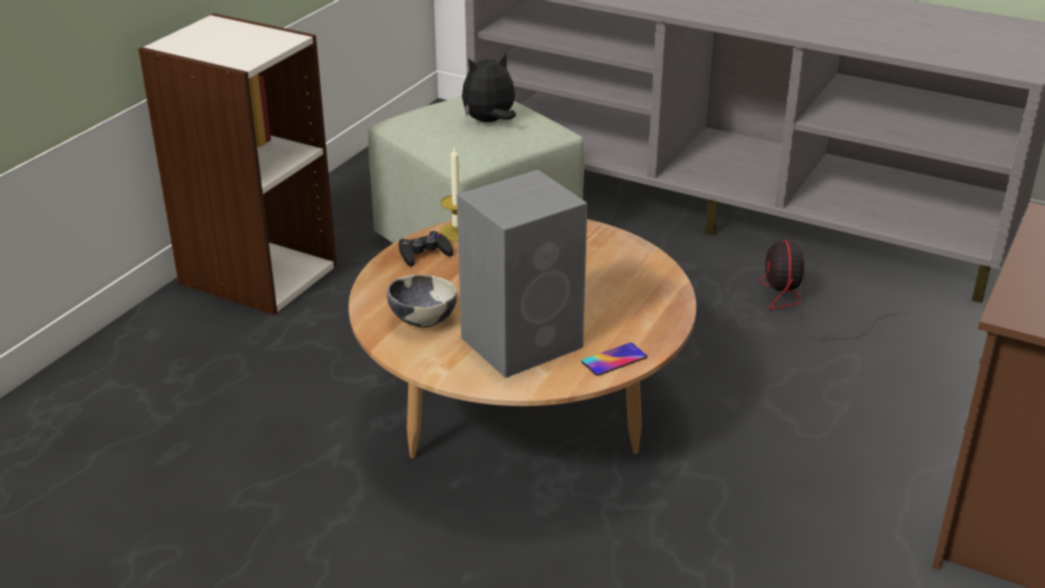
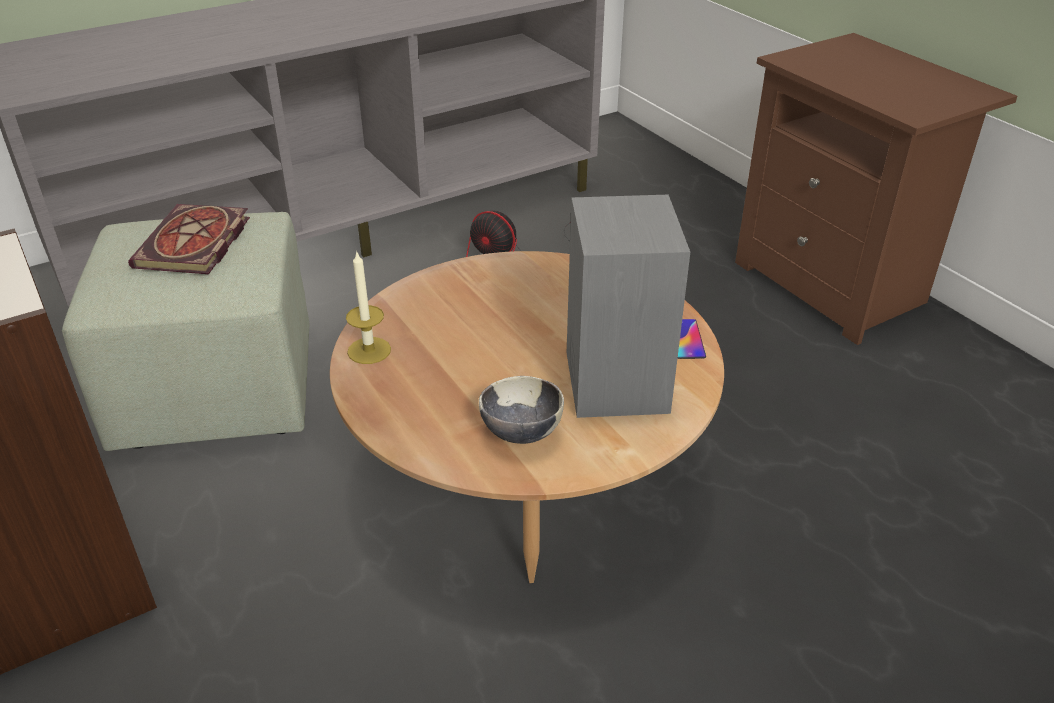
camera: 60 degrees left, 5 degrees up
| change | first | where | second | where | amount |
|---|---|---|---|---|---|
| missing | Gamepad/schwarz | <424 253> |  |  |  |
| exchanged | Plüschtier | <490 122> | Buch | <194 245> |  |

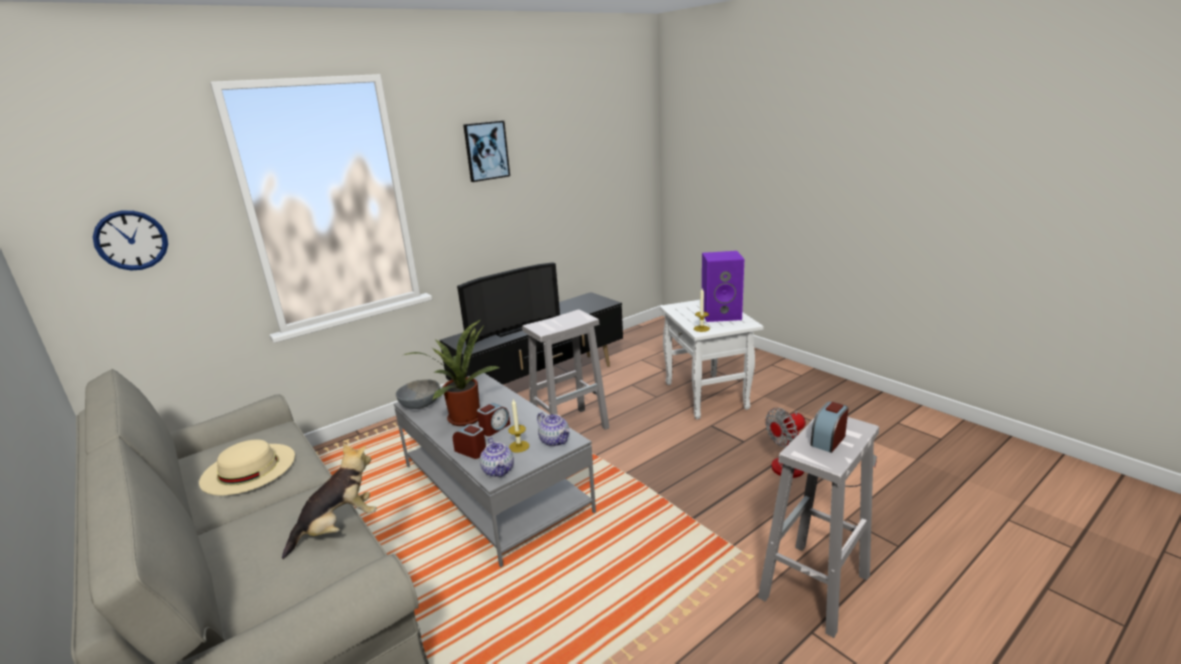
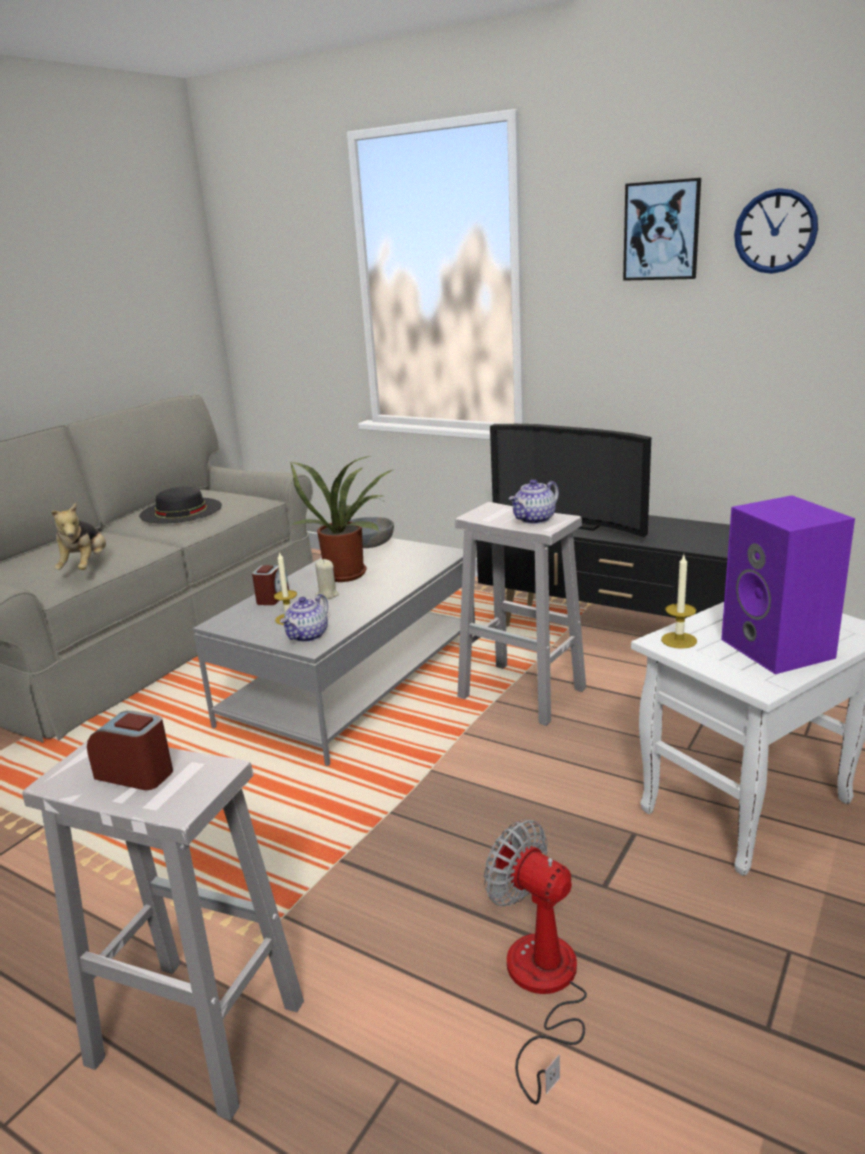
camera: 70 degrees right, 0 degrees up
| change | first | where | second | where | amount |
|---|---|---|---|---|---|
| relocated | Wanduhr | <131 240> |  | <775 231> |  |
| relocated | Teekanne | <499 470> |  | <534 519> |  |
| exchanged | Wecker | <494 428> | Kerze/beige | <327 595> |  |
| colour | Hut/beige | <248 468> | Hut/schwarz | <181 510> |  |
| spun | Plüschtier | <339 528> |  | <86 567> | 60 degrees clockwise |

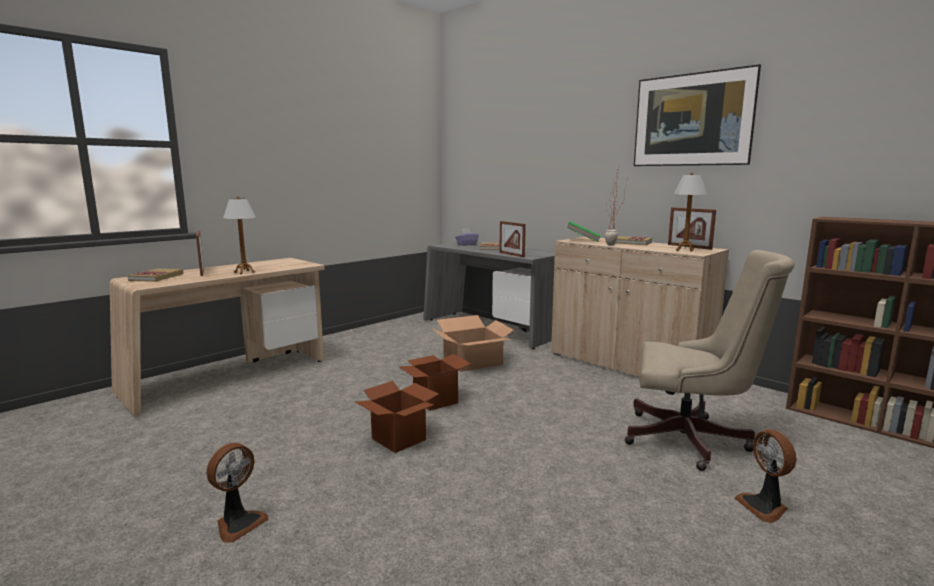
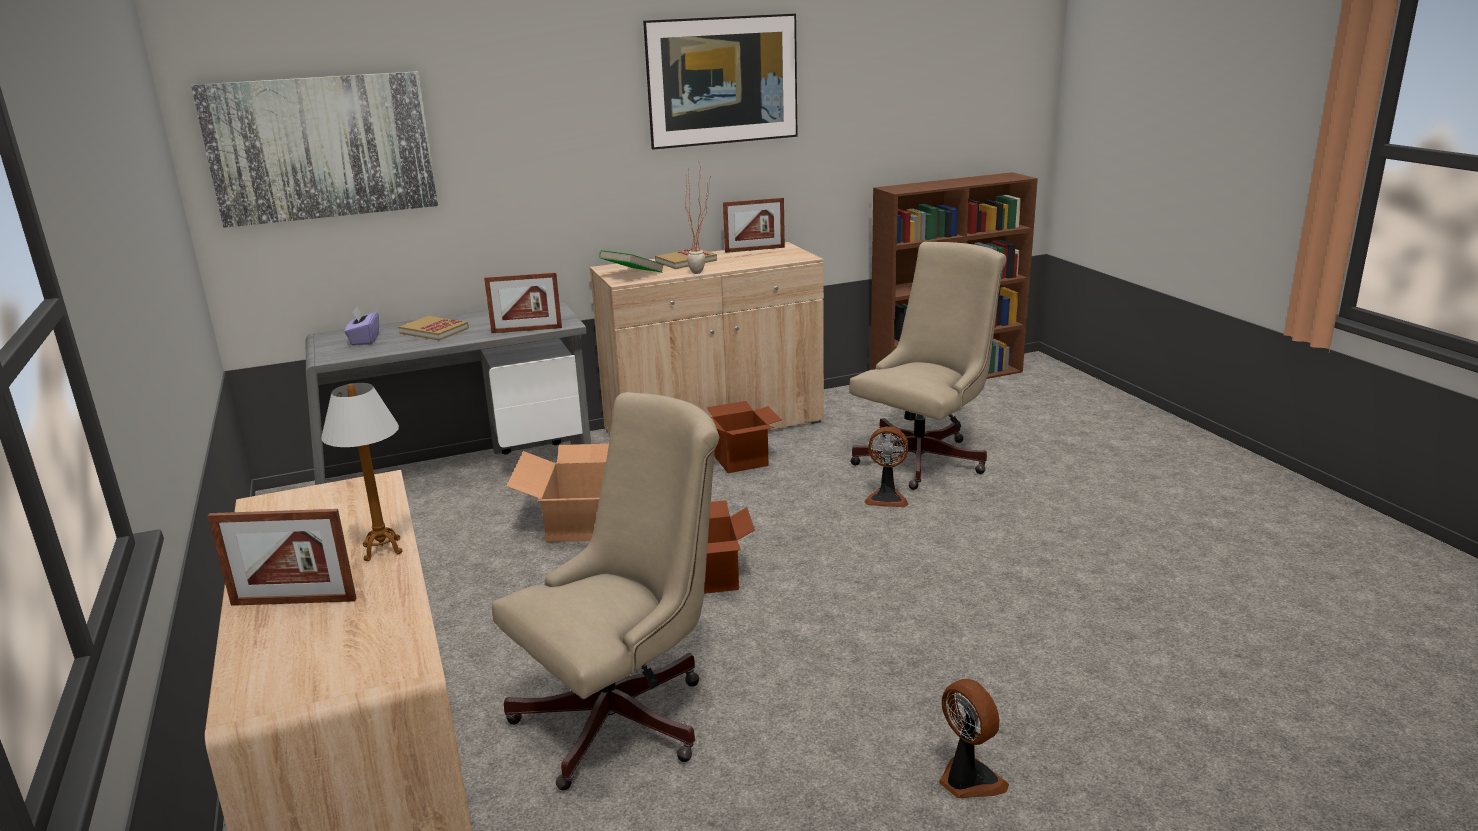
camera: 65 degrees left, 10 degrees up
| change | first | where | second | where | amount |
|---|---|---|---|---|---|
| missing | Buch | <156 277> |  |  |  |
| missing | Tischlampe | <685 250> |  |  |  |
| appeared |  |  | Bild | <321 148> |  |
| appeared |  |  | Bürostuhl/beige | <625 716> |  |
| relocated | Karton | <398 439> |  | <741 461> |  |
| relocated | Ventilator | <764 507> |  | <887 498> |  |

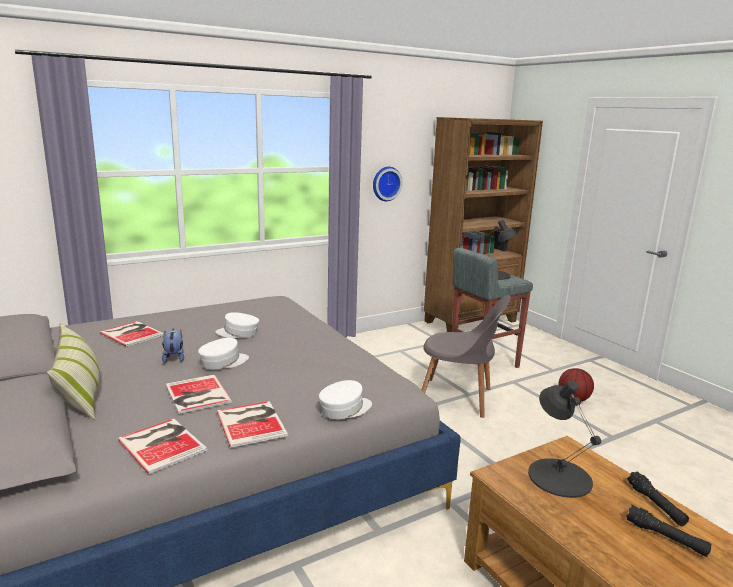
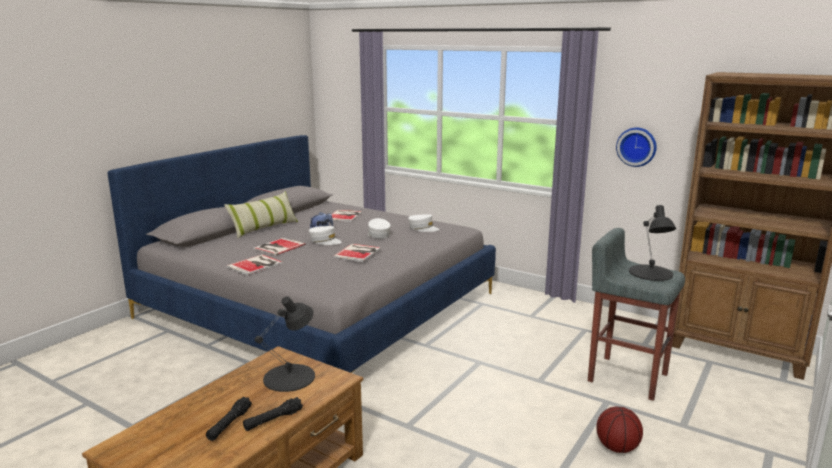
camera: 65 degrees right, 0 degrees up
| change | first | where | second | where | amount |
|---|---|---|---|---|---|
| missing | Stuhl/grau | <458 398> |  |  |  |
| relocated | Buch | <163 443> |  | <358 253> |  |
| relocated | Kappe/weiß | <345 409> |  | <423 228> |  |

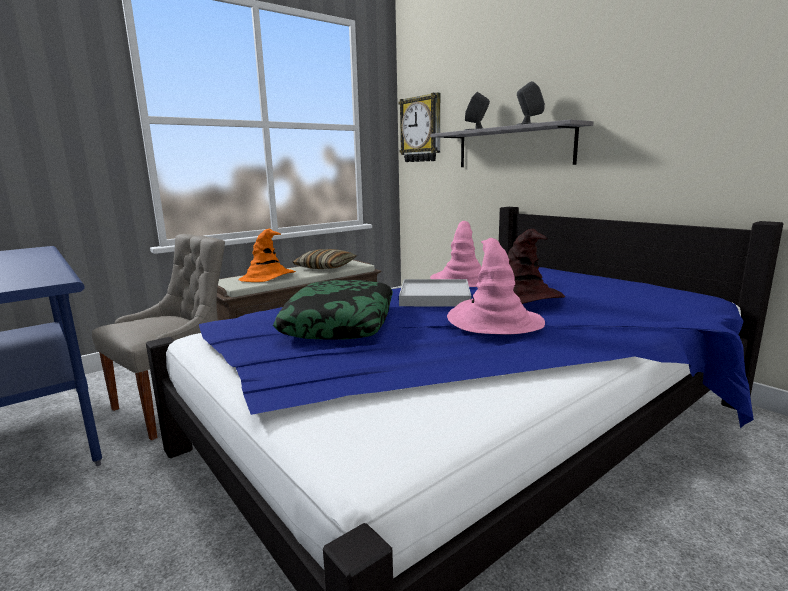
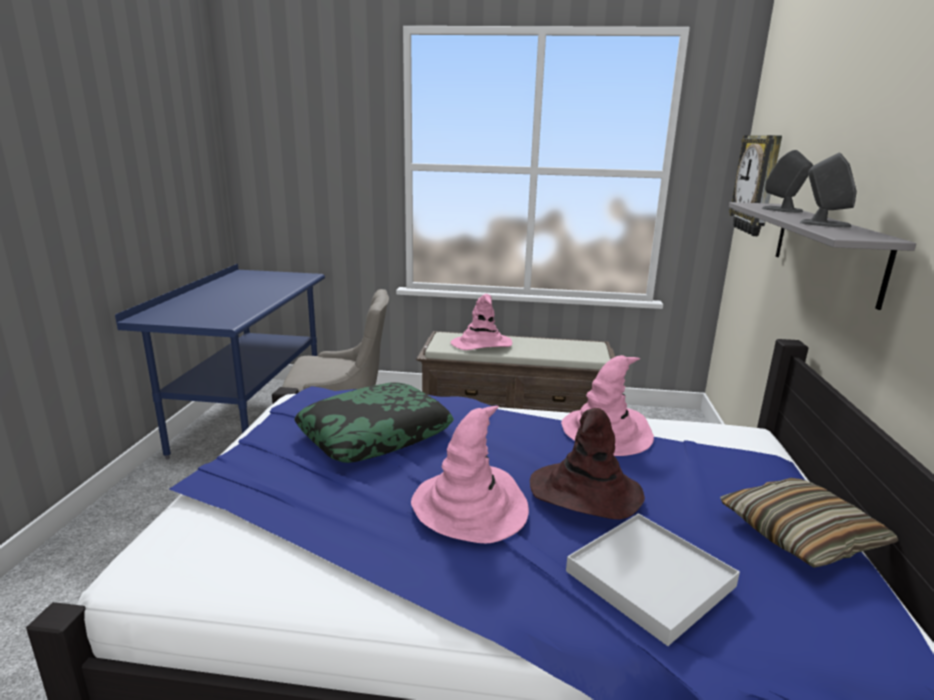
camera: 45 degrees right, 5 degrees up
| change | first | where | second | where | amount |
|---|---|---|---|---|---|
| relocated | Kissen | <325 267> |  | <800 535> |  |
| relocated | Tablett/weiß | <435 297> |  | <650 579> |  |
| colour | Hut/orange | <267 277> | Hut/rosa | <481 344> |  |

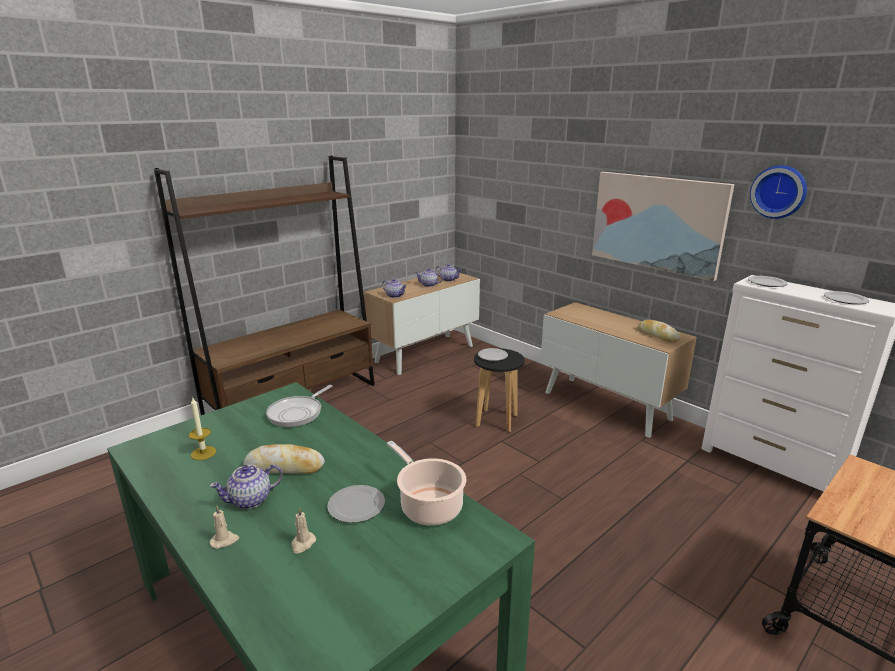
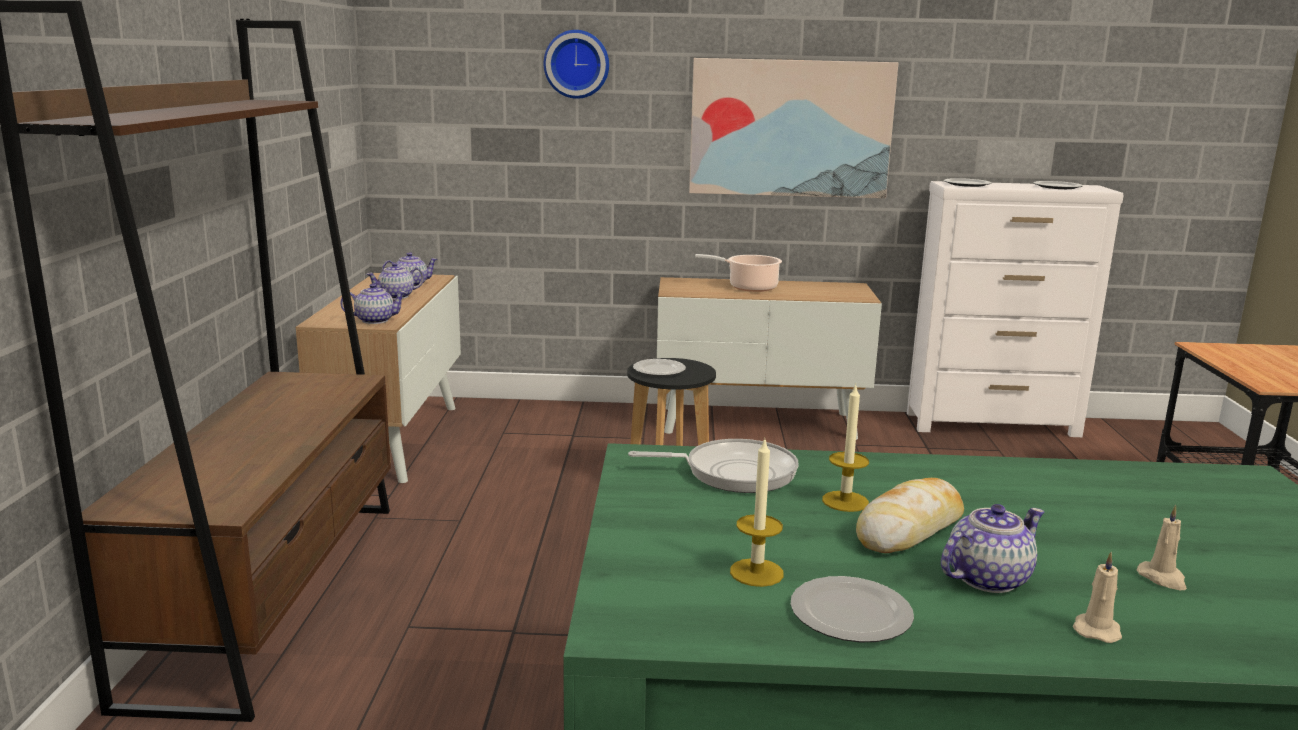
camera: 45 degrees left, 5 degrees down
| change | first | where | second | where | amount |
|---|---|---|---|---|---|
| missing | Brot | <657 335> |  |  |  |
| appeared |  |  | Kerze | <845 501> |  |
| relocated | Teller | <357 506> |  | <853 614> |  |
| relocated | Kochtopf | <429 505> |  | <749 287> |  |
| relocated | Wanduhr | <779 191> |  | <577 64> |  |
| spun | Teekanne | <251 500> |  | <986 578> | 135 degrees counterclockwise |
| spun | Pfanne | <298 413> |  | <733 472> | 75 degrees counterclockwise |

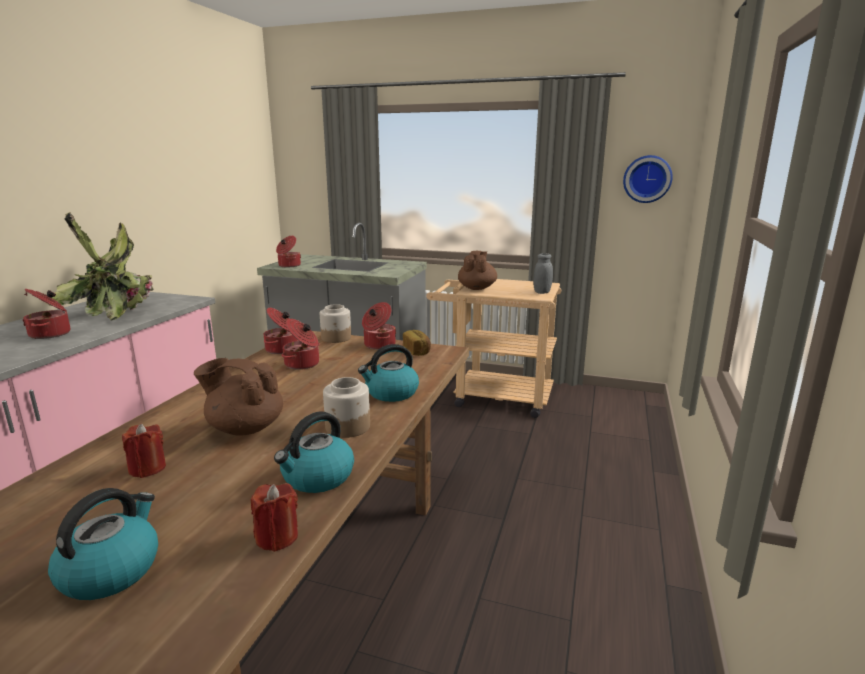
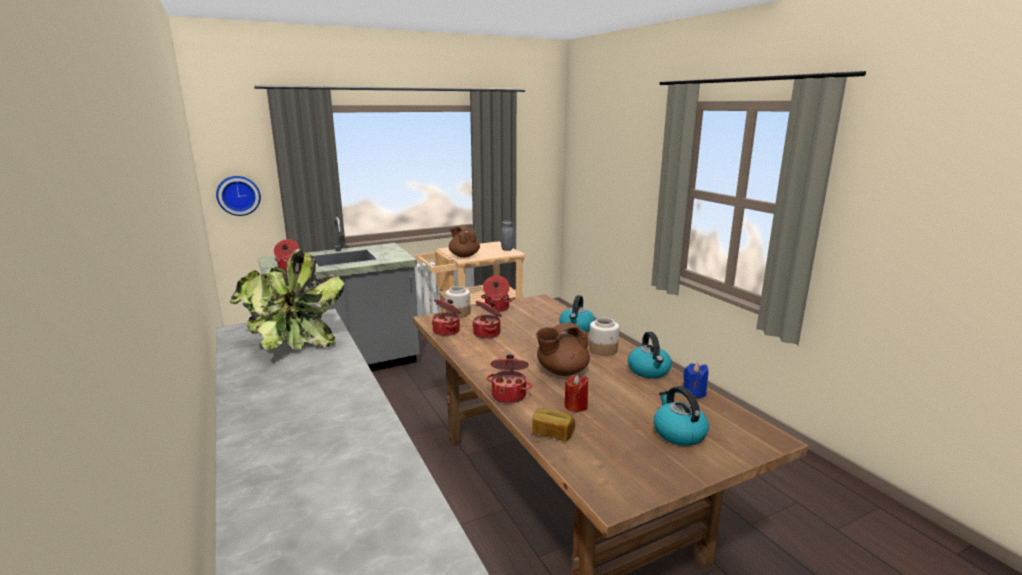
camera: 45 degrees left, 0 degrees up
| change | first | where | second | where | amount |
|---|---|---|---|---|---|
| relocated | Kochtopf | <51 334> |  | <509 395> |  |
| relocated | Brot | <417 351> |  | <553 433> |  |
| relocated | Wanduhr | <647 179> |  | <238 195> |  |
| colour | Kerze/rot | <277 537> | Kerze/blau | <694 393> |  |

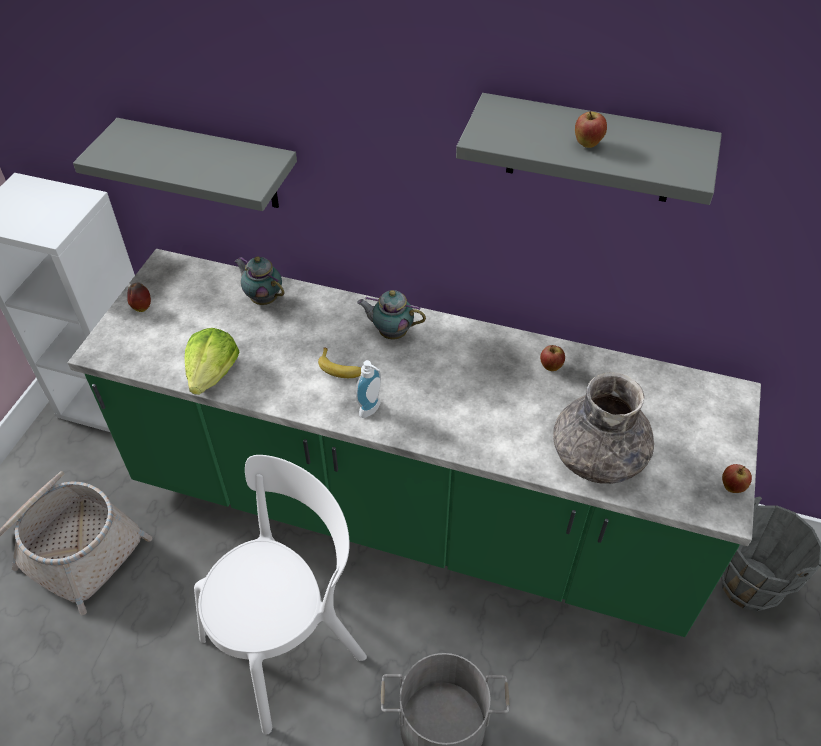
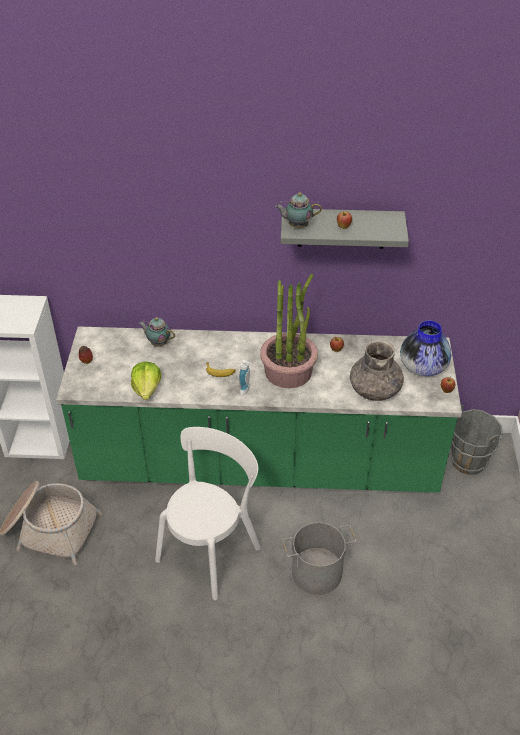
camera: 15 degrees left, 5 degrees down
| change | first | where | second | where | amount |
|---|---|---|---|---|---|
| missing | Wandregal/grau | <211 164> |  |  |  |
| appeared |  |  | Topfpflanze | <288 371> |  |
| appeared |  |  | Vase | <423 367> |  |
| relocated | Teekanne | <391 333> |  | <297 226> |  |

